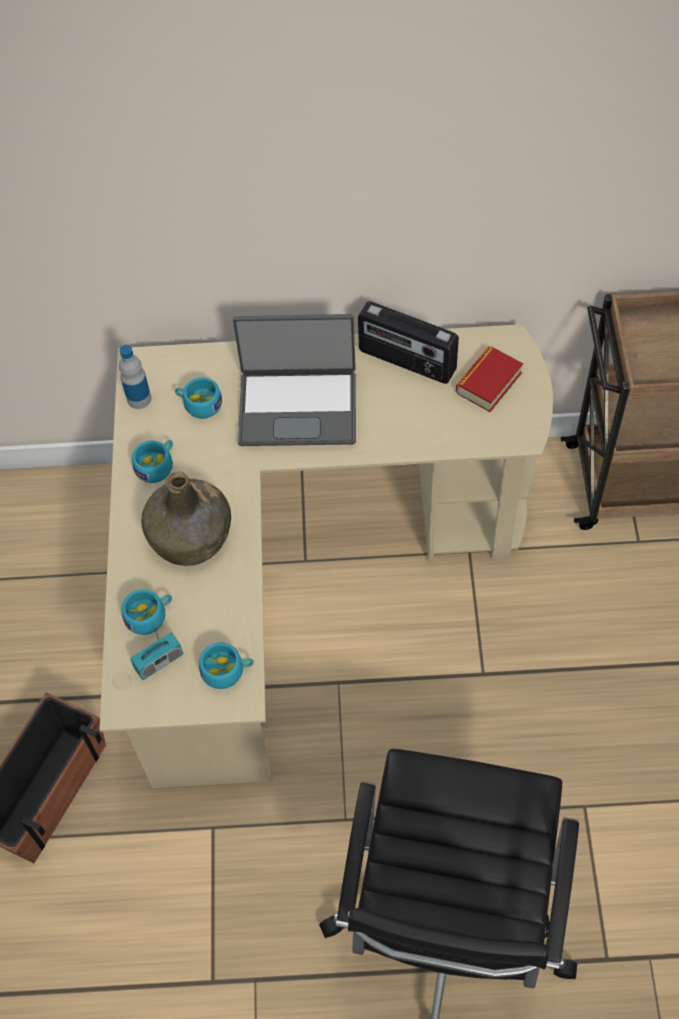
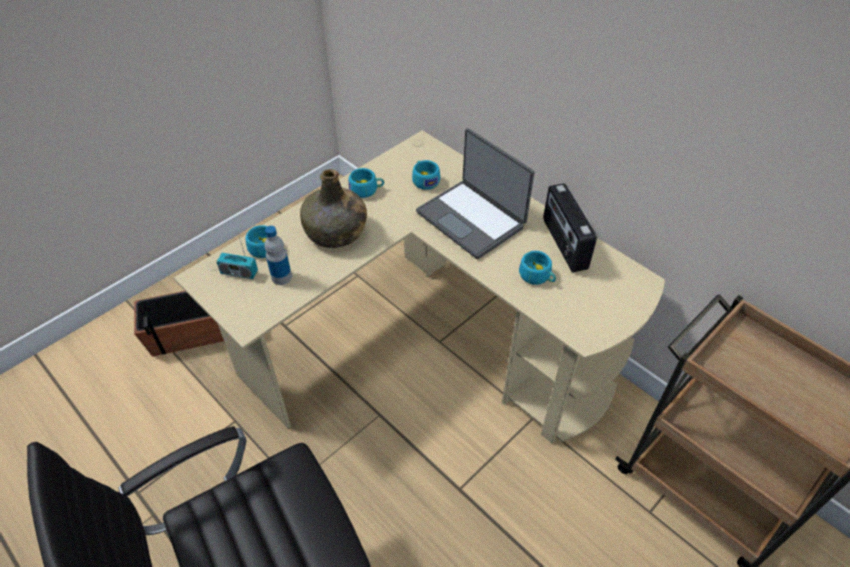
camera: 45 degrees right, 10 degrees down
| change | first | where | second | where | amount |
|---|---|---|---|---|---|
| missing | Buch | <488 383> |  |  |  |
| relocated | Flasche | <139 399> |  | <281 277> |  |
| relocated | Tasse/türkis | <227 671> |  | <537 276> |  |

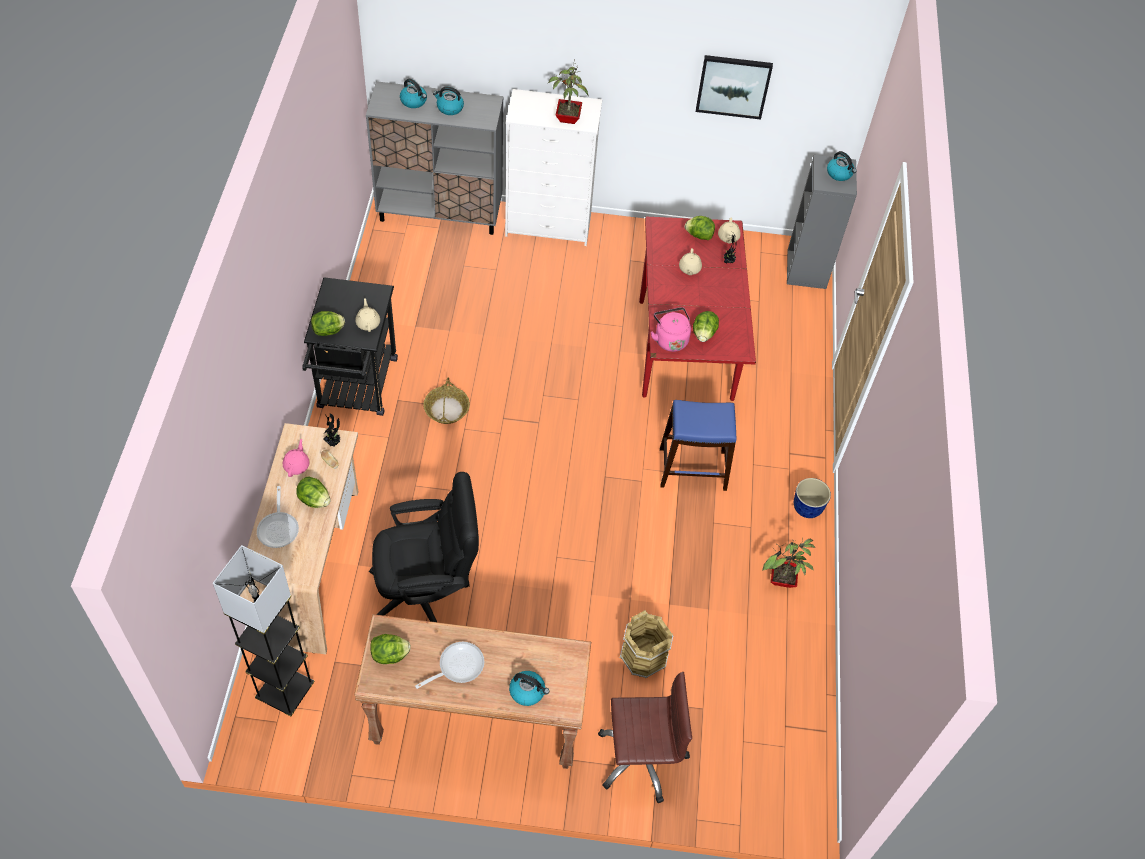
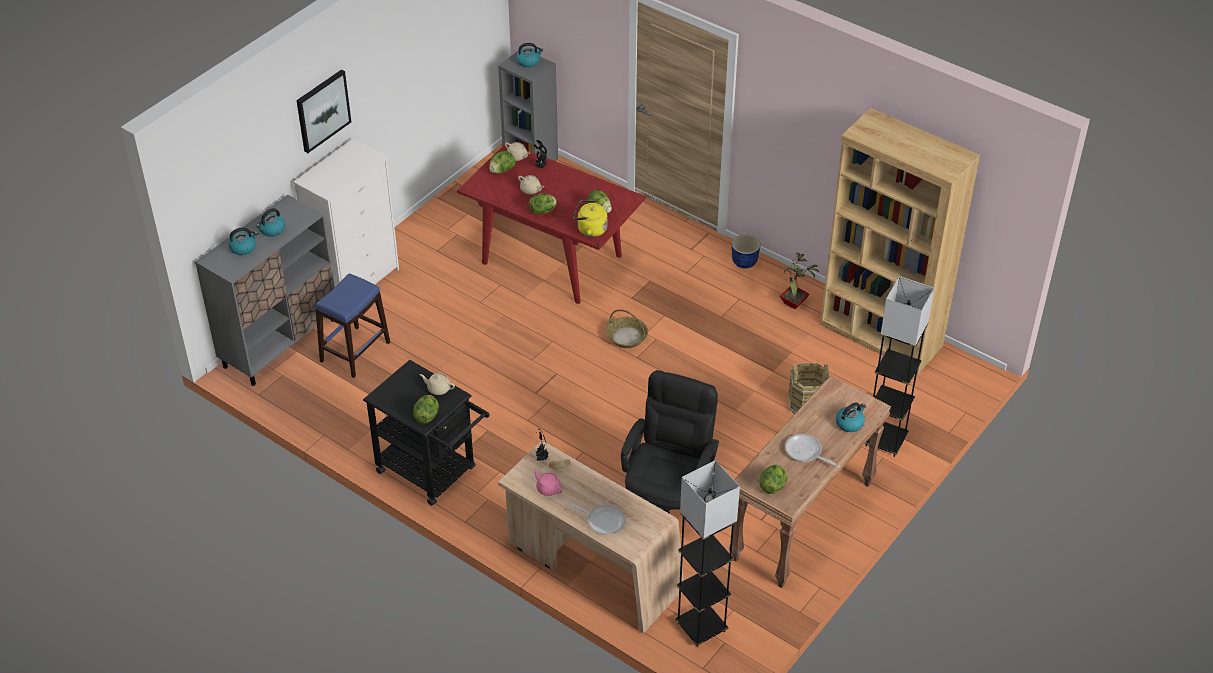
camera: 55 degrees left, 10 degrees down
| change | first | where | second | where | amount |
|---|---|---|---|---|---|
| missing | Topfpflanze | <566 118> |  |  |  |
| appeared |  |  | Bücherregal/braun | <881 336> |  |
| relocated | Salatkopf | <314 500> |  | <543 211> |  |
| relocated | Korb | <446 409> |  | <626 337> |  |
| relocated | Hocker/blau | <693 469> |  | <355 352> |  |
| relocated | Bild | <733 86> |  | <322 110> |  |
| exchanged | Bürostuhl/braun | <641 757> | Stehlampe/grau | <885 441> |  |
| colour | Wasserkessel/rosa | <670 339> | Wasserkessel/gelb | <590 229> |  |
| spun | Pfanne | <457 666> |  | <806 452> | 45 degrees counterclockwise |

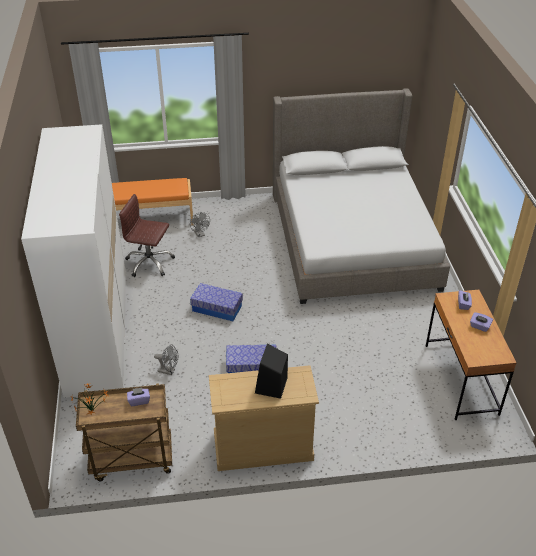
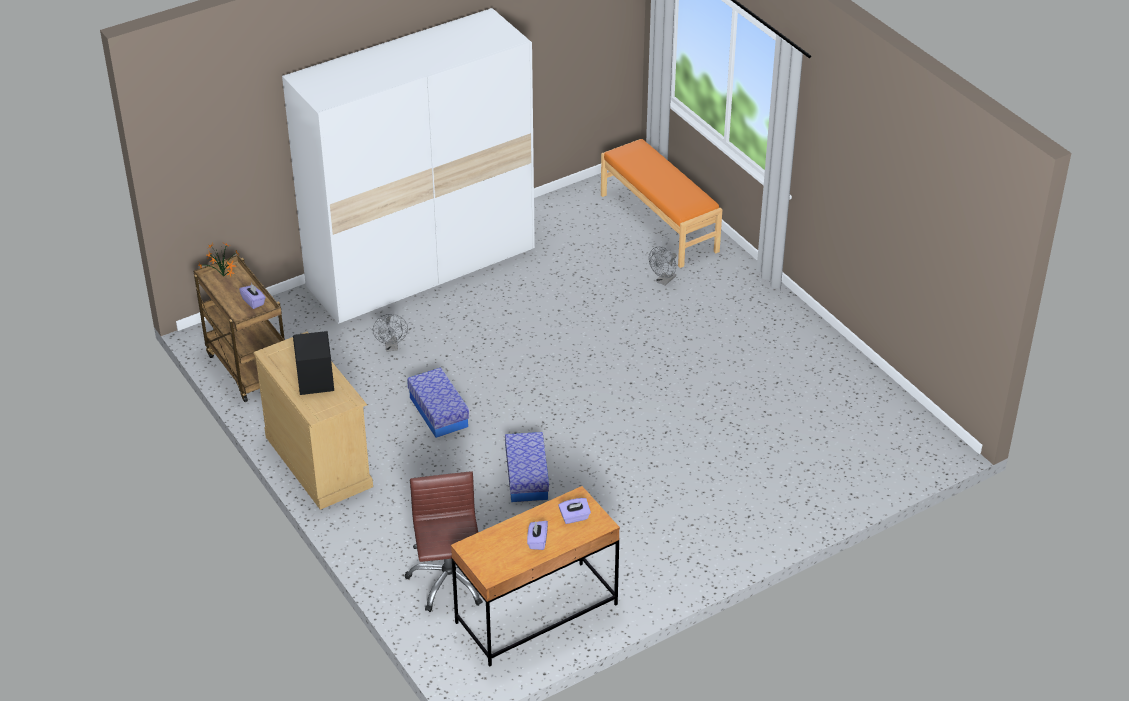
camera: 65 degrees right, 0 degrees up
| change | first | where | second | where | amount |
|---|---|---|---|---|---|
| missing | Bett | <352 240> |  |  |  |
| relocated | Bürostuhl/braun | <149 263> |  | <449 581> |  |
| relocated | Aufbewahrungsbox | <217 308> |  | <526 476> |  |

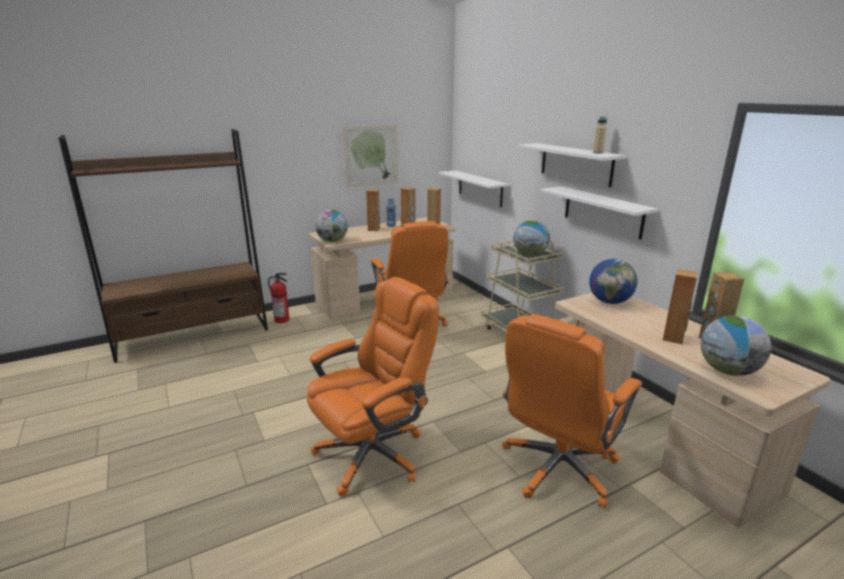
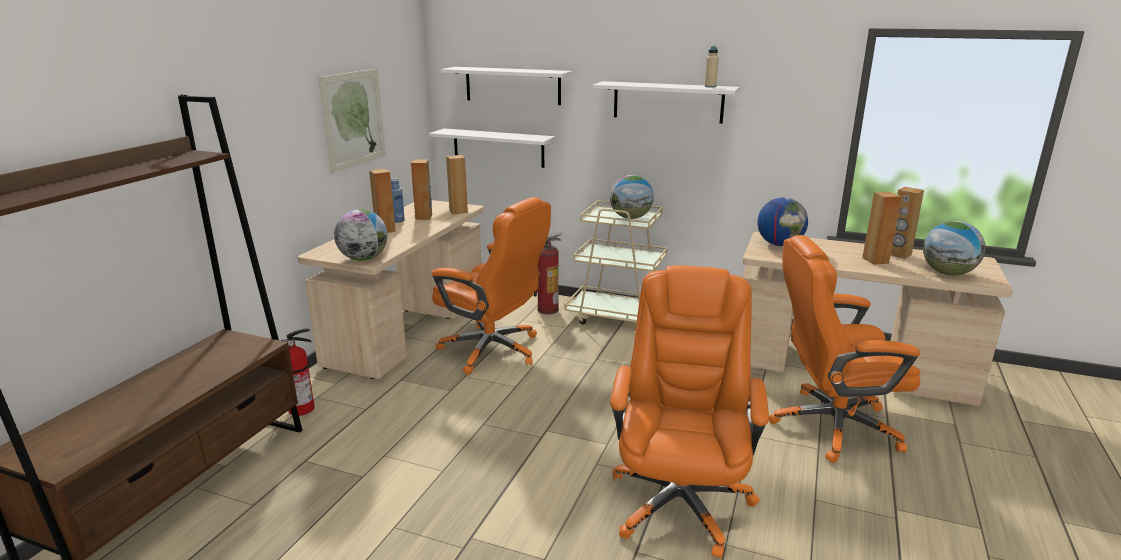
camera: 40 degrees left, 0 degrees up
| change | first | where | second | where | amount |
|---|---|---|---|---|---|
| appeared |  |  | Feuerlöscher | <548 309> |  |
| relocated | Wandregal/weiß | <602 212> |  | <512 85> |  |
| spun | Bürostuhl/orange | <558 468> |  | <831 426> | 90 degrees clockwise |

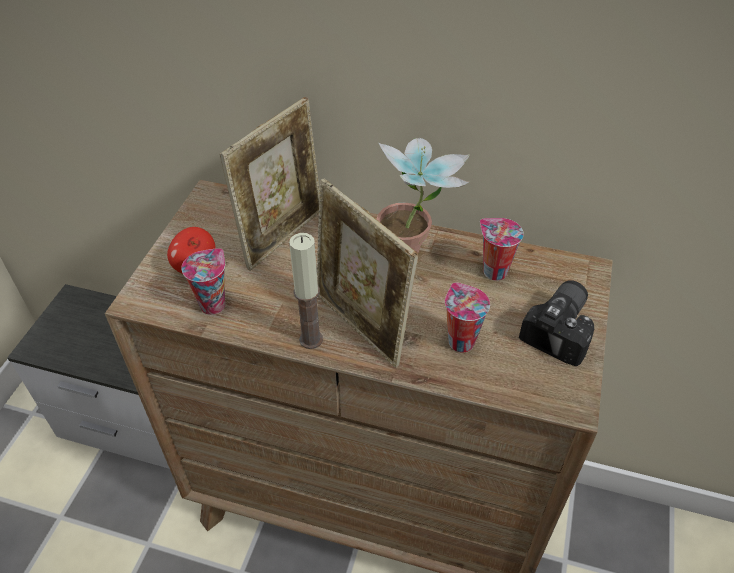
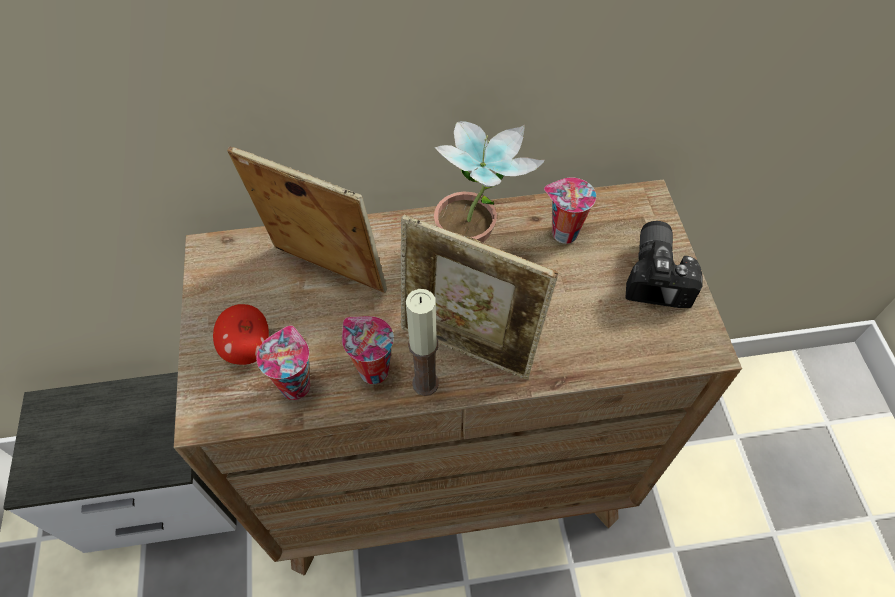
camera: 25 degrees left, 10 degrees up
| change | first | where | second | where | amount |
|---|---|---|---|---|---|
| relocated | Tasse | <459 341> |  | <372 370> |  |
| spun | Bilderrahmen | <283 236> |  | <325 272> | 75 degrees counterclockwise |

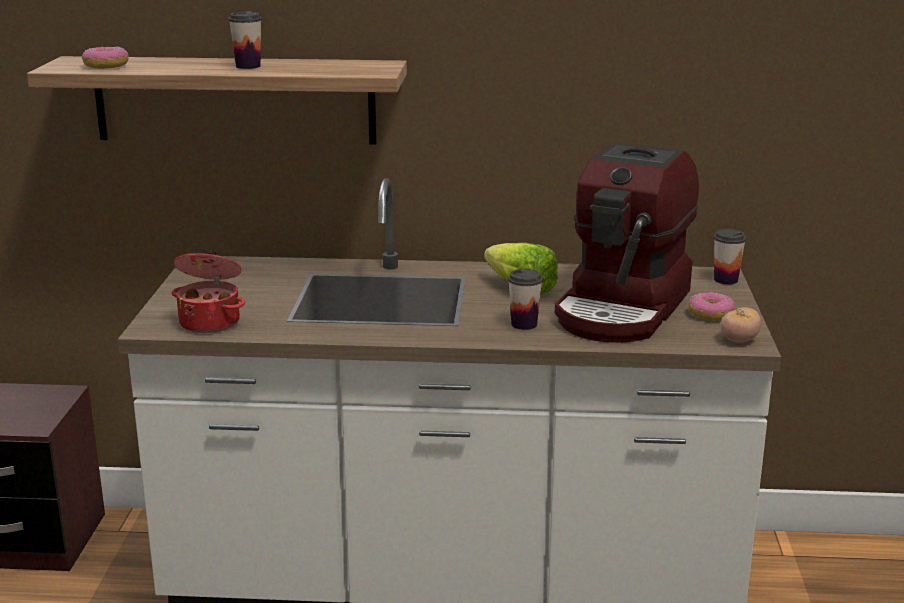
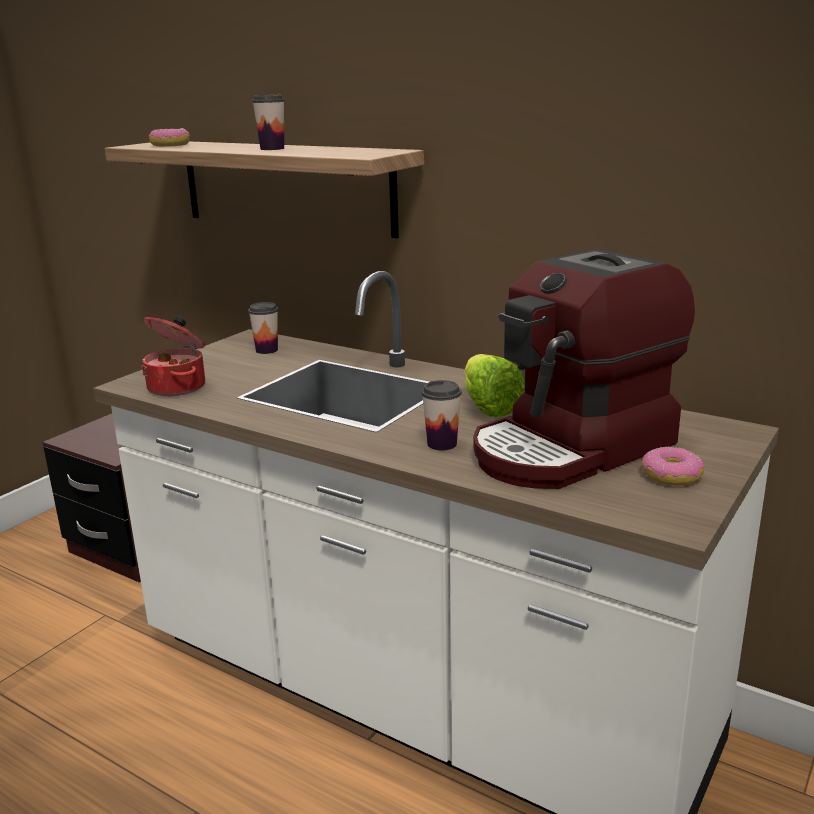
camera: 30 degrees right, 0 degrees up
| change | first | where | second | where | amount |
|---|---|---|---|---|---|
| missing | Tomate | <739 340> |  |  |  |
| relocated | Tasse | <725 280> |  | <267 350> |  |

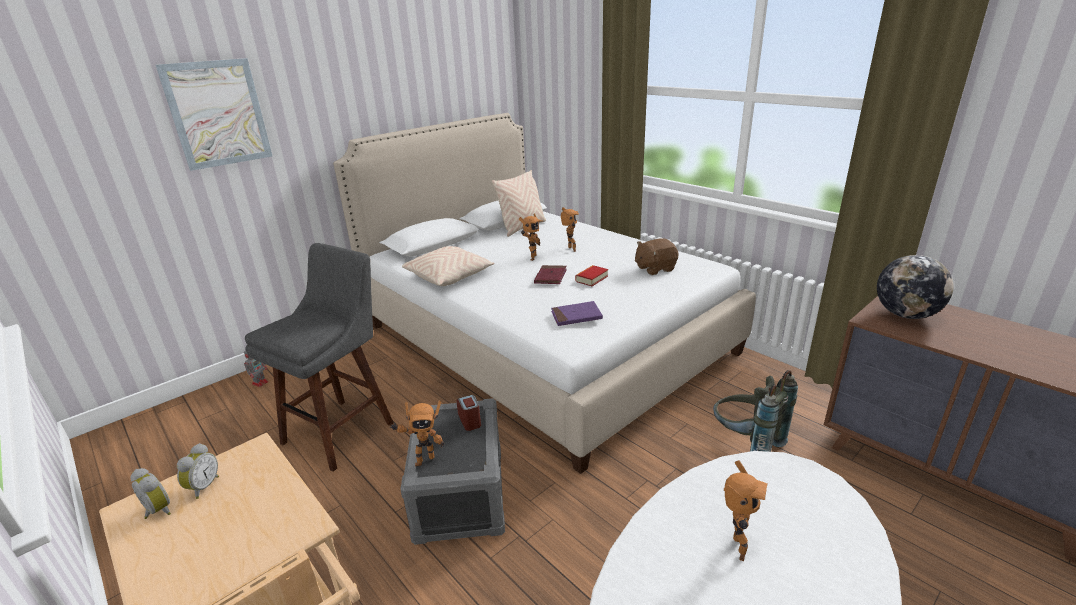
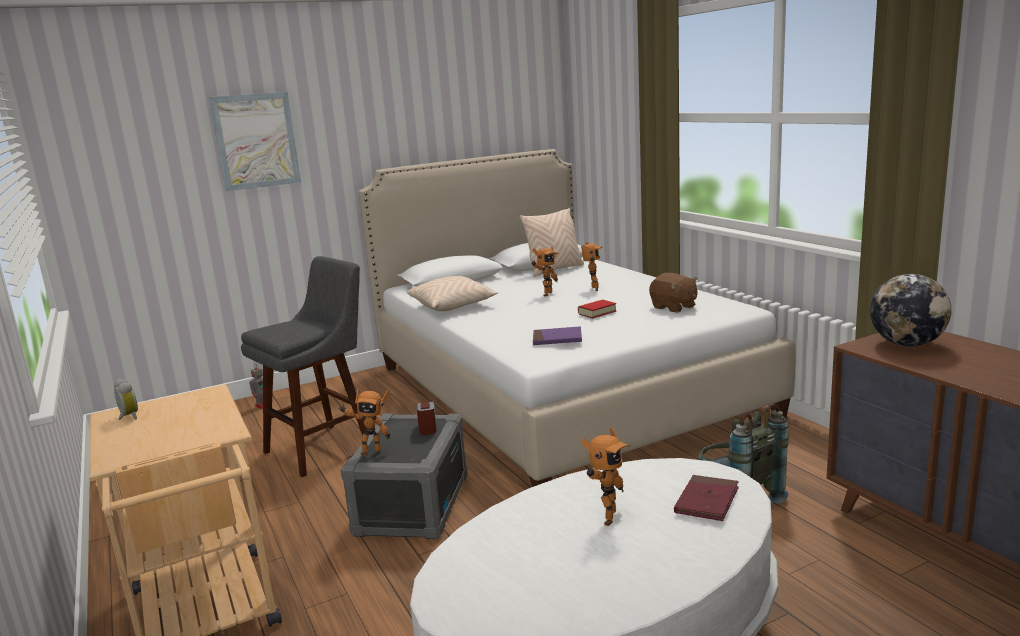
camera: 15 degrees right, 10 degrees down
| change | first | where | second | where | amount |
|---|---|---|---|---|---|
| missing | Wecker | <203 487> |  |  |  |
| relocated | Buch/rot | <550 277> |  | <707 501> |  |
| spun | Plüschtier/braun | <654 268> |  | <673 307> | 120 degrees counterclockwise |

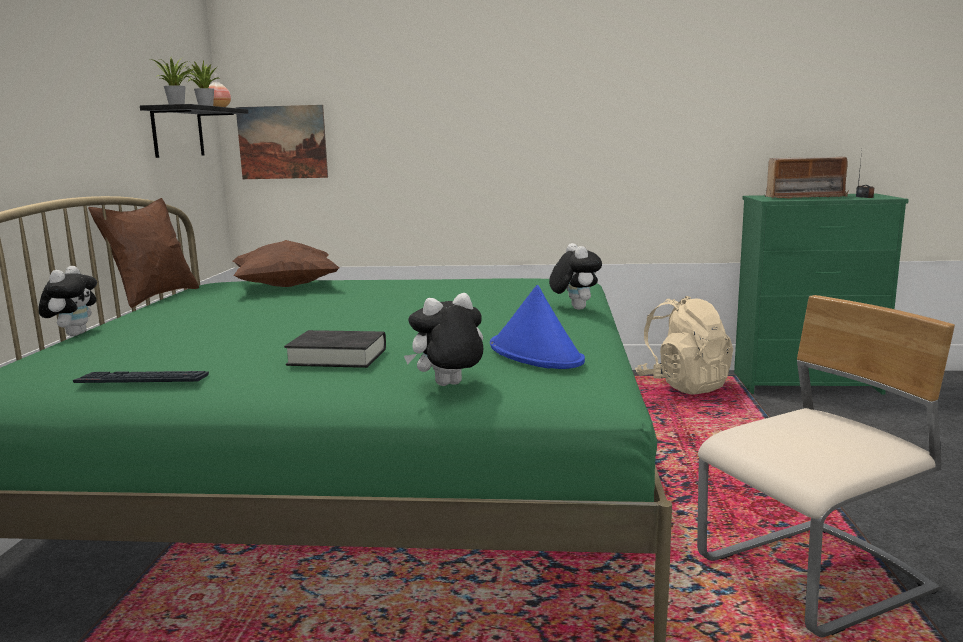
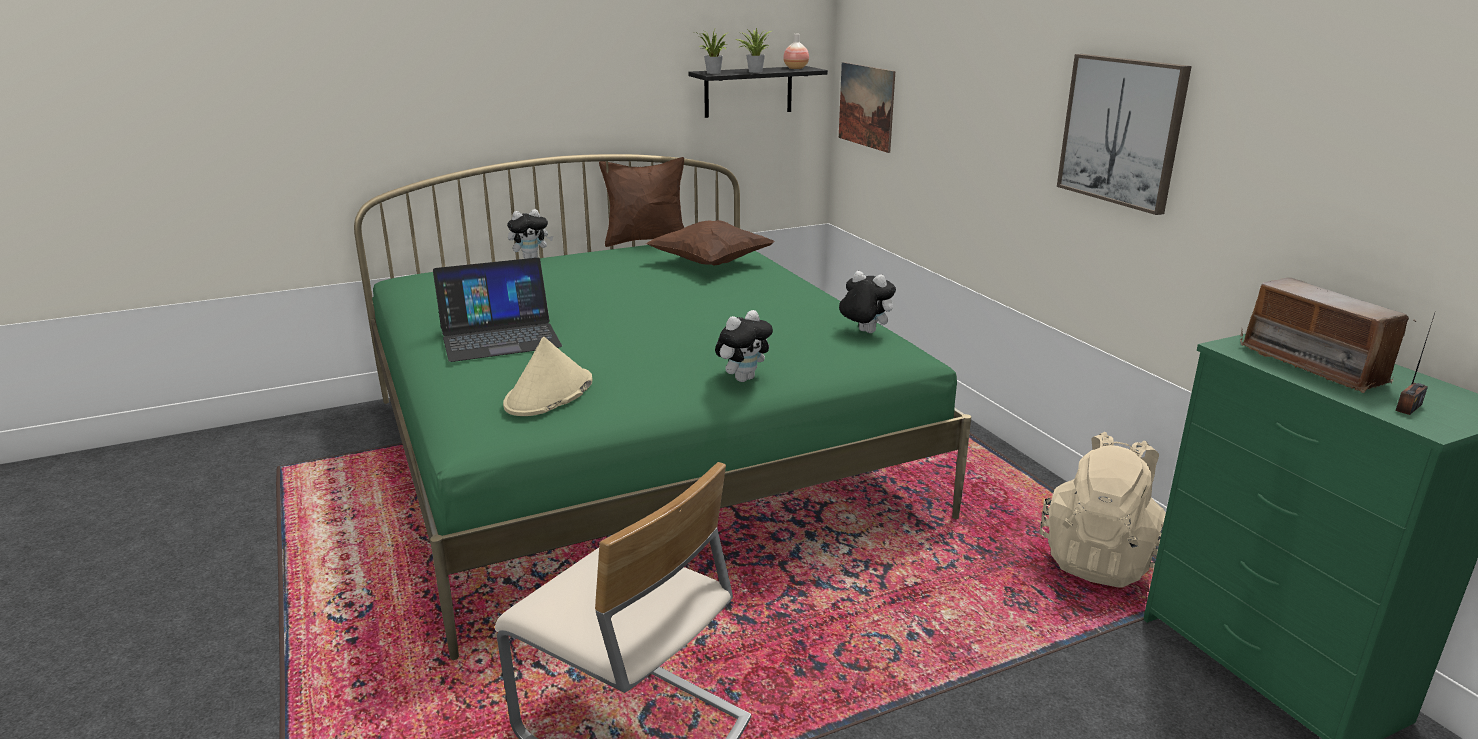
camera: 60 degrees right, 10 degrees up
| change | first | where | second | where | amount |
|---|---|---|---|---|---|
| missing | Tastatur | <142 380> |  |  |  |
| appeared |  |  | Bild | <1122 131> |  |
| relocated | Plüschtier | <448 386> |  | <864 332> |  |
| exchanged | Buch/schwarz | <337 357> | Laptop | <499 336> |  |
| colour | Hut/blau | <536 353> | Hut/beige | <549 394> |  |

